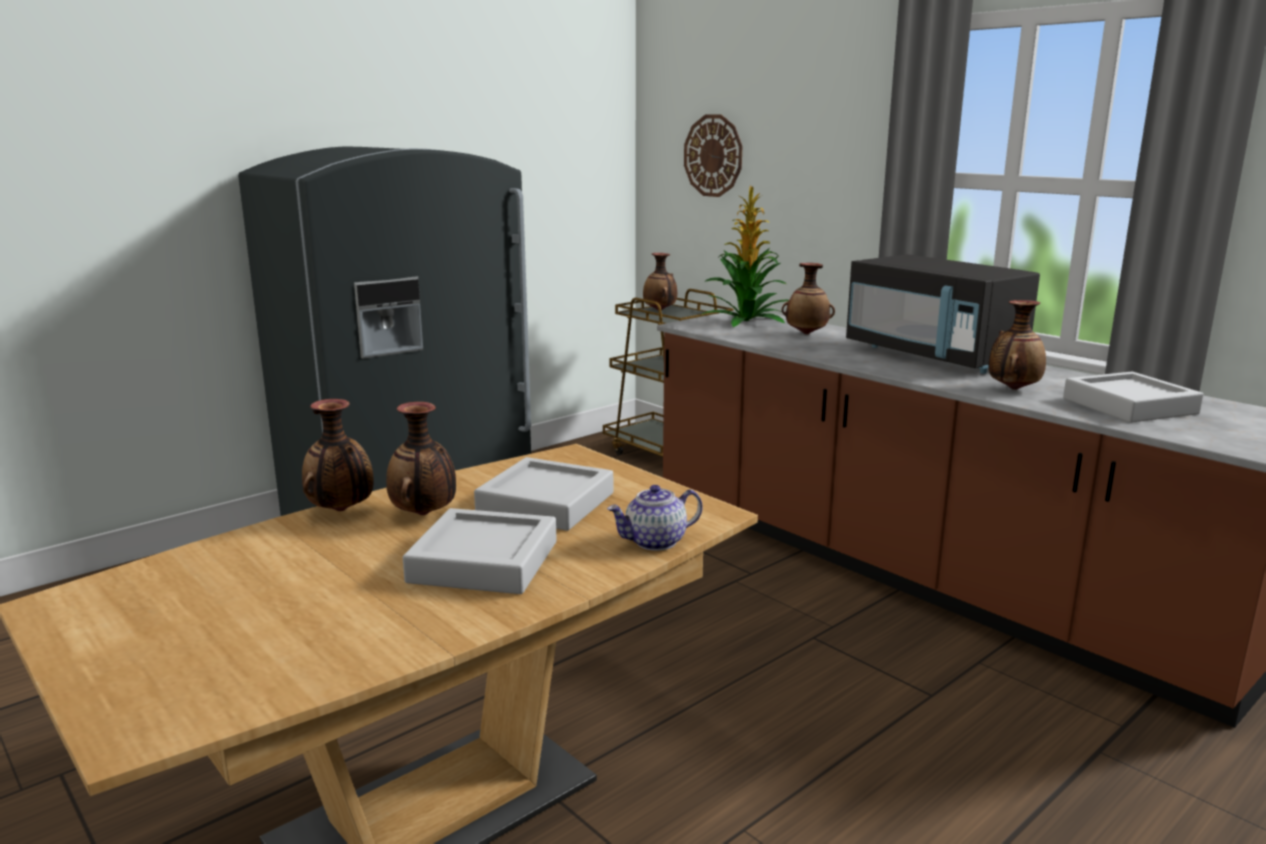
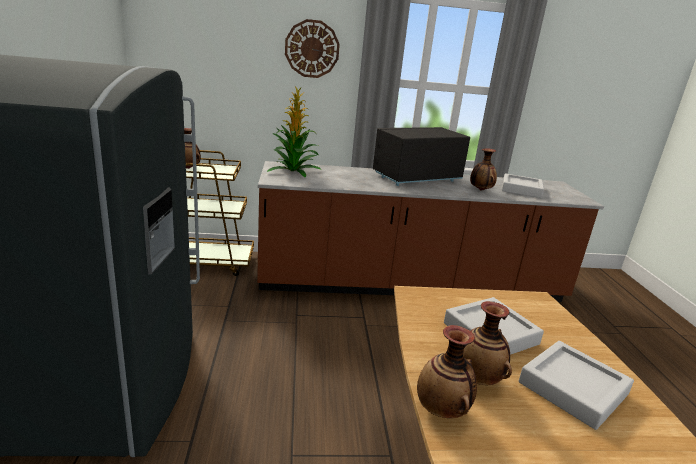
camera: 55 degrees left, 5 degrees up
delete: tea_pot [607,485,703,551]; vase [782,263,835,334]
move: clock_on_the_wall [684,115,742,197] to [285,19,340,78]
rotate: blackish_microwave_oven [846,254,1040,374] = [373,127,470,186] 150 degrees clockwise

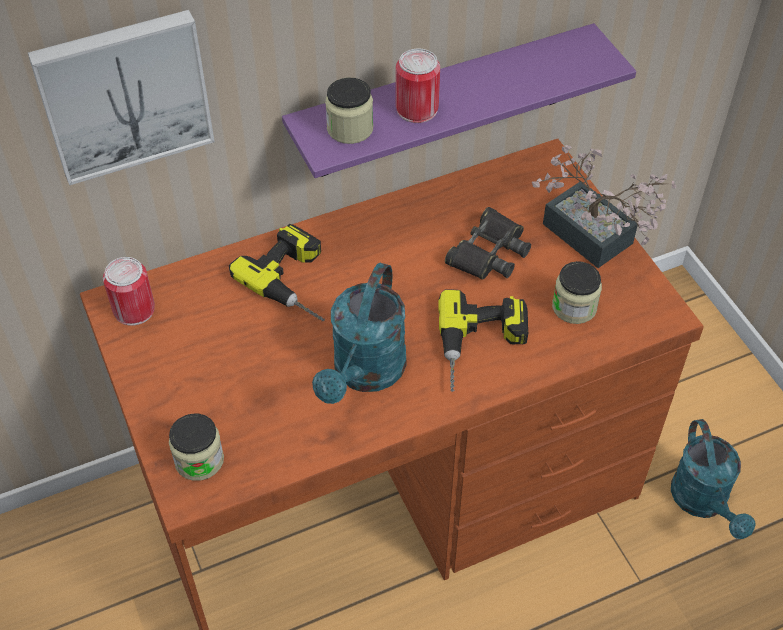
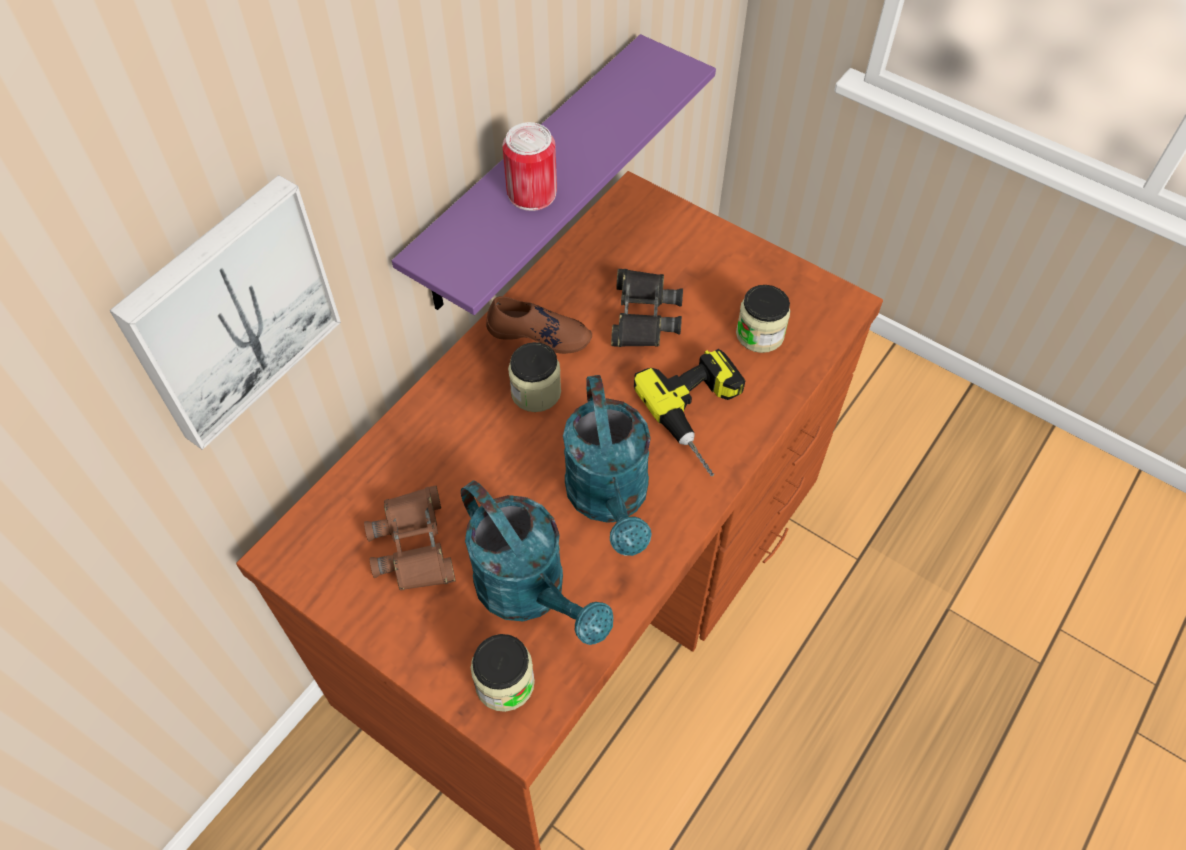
camera: 30 degrees left, 5 degrees up
delete: sealed_can [103,257,155,326]; power_drill [229,224,325,321]; houseplant [532,145,676,268]
insert: brown-coloured_field_glasses [364,485,456,591]; brown-coloured_item_of_footwear [486,296,592,354]
move: preserve_jar [325,78,373,144] to [508,342,561,412]; turquoise-coloured_watering_pot [671,419,756,539] to [461,480,613,645]

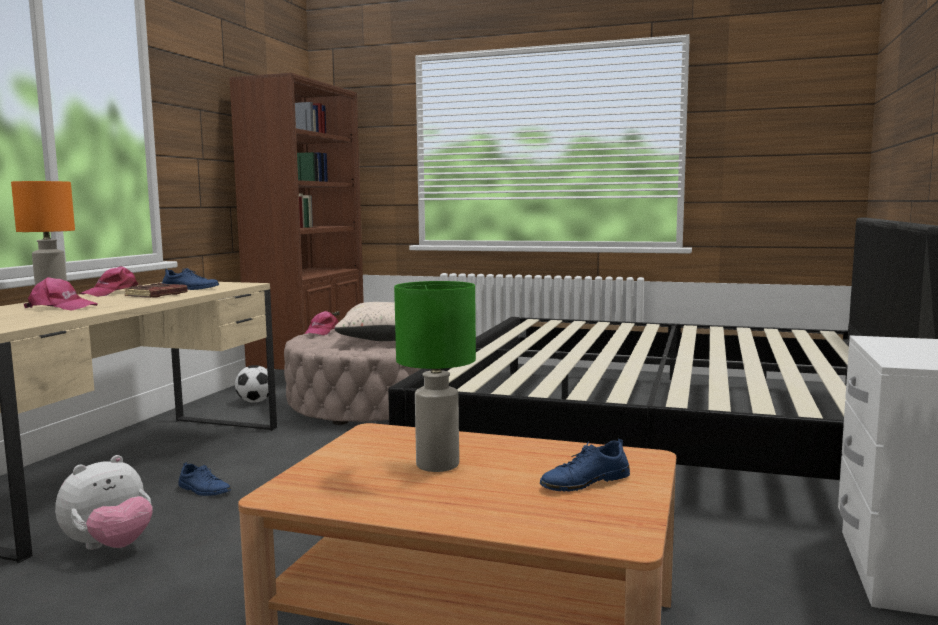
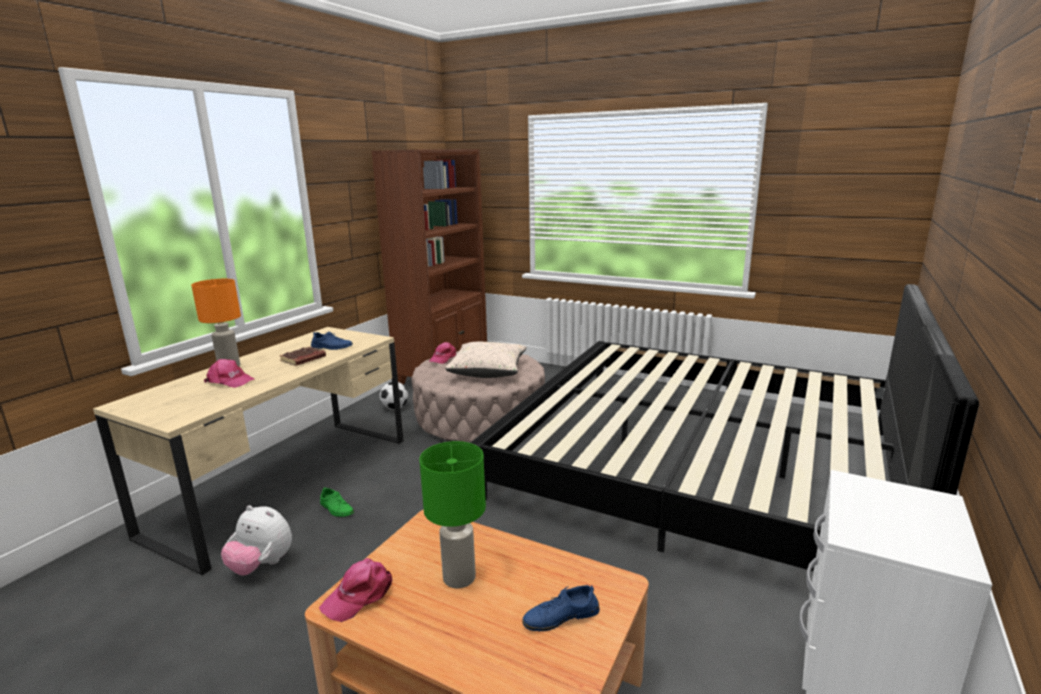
camera: 10 degrees right, 10 degrees up
move: pink-coloured_cap [80,266,138,297] to [319,558,393,622]
recolor: blue_item_of_footwear [178,462,231,496] to green-coloured_item_of_footwear [320,487,354,517]
rotate: soft_toy [55,455,153,550] = [221,505,292,575] 60 degrees clockwise

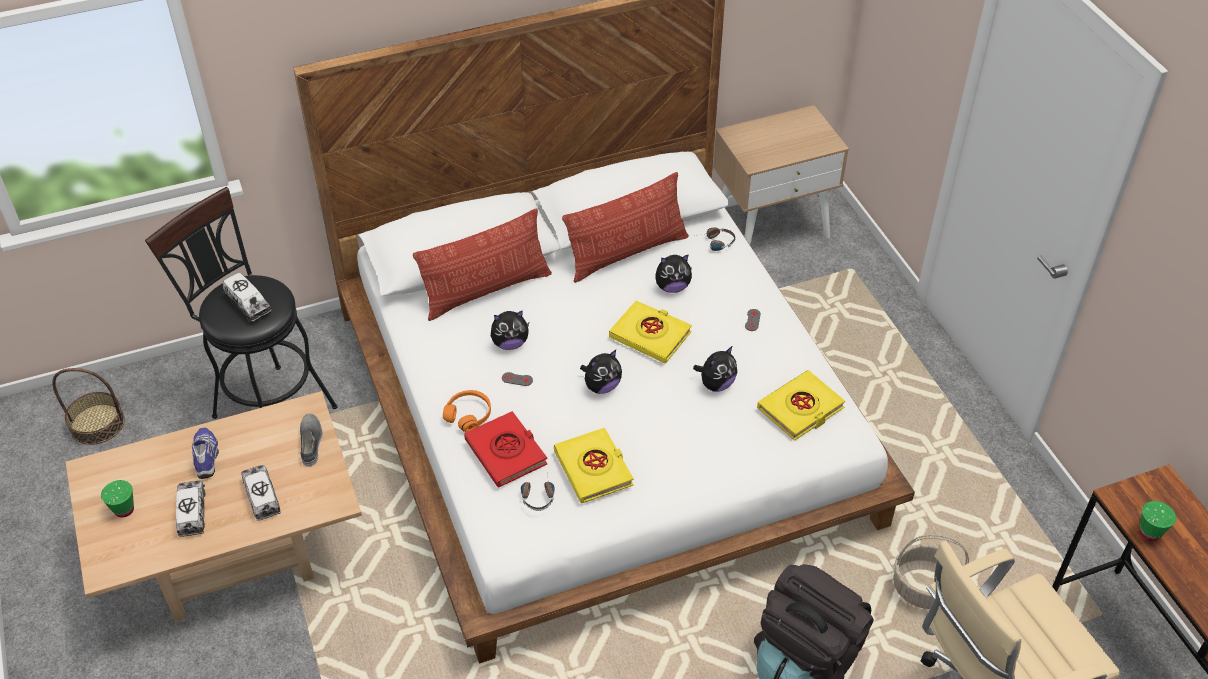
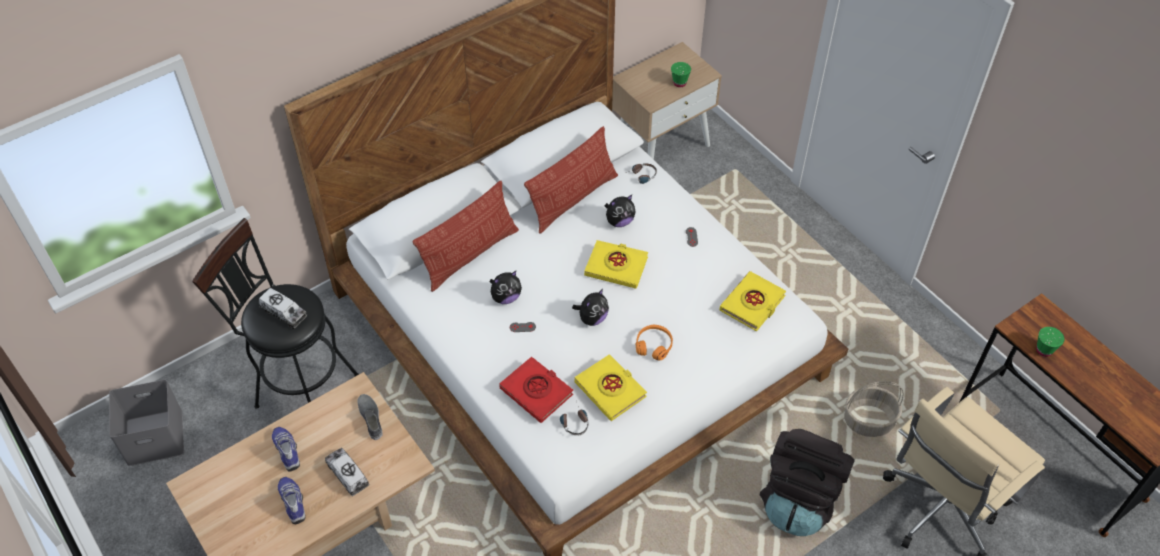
camera: 15 degrees left, 5 degrees up
delete: soft_toy [693,346,738,392]
move: green-coloured_small_cup [101,480,134,518] to [671,62,691,87]; orange_headset [443,390,491,432] to [636,325,673,361]
replace: basket [52,368,125,445] to grey_storage_bin [109,380,184,466]; model_truck [176,481,205,537] to item_of_footwear [278,477,306,524]

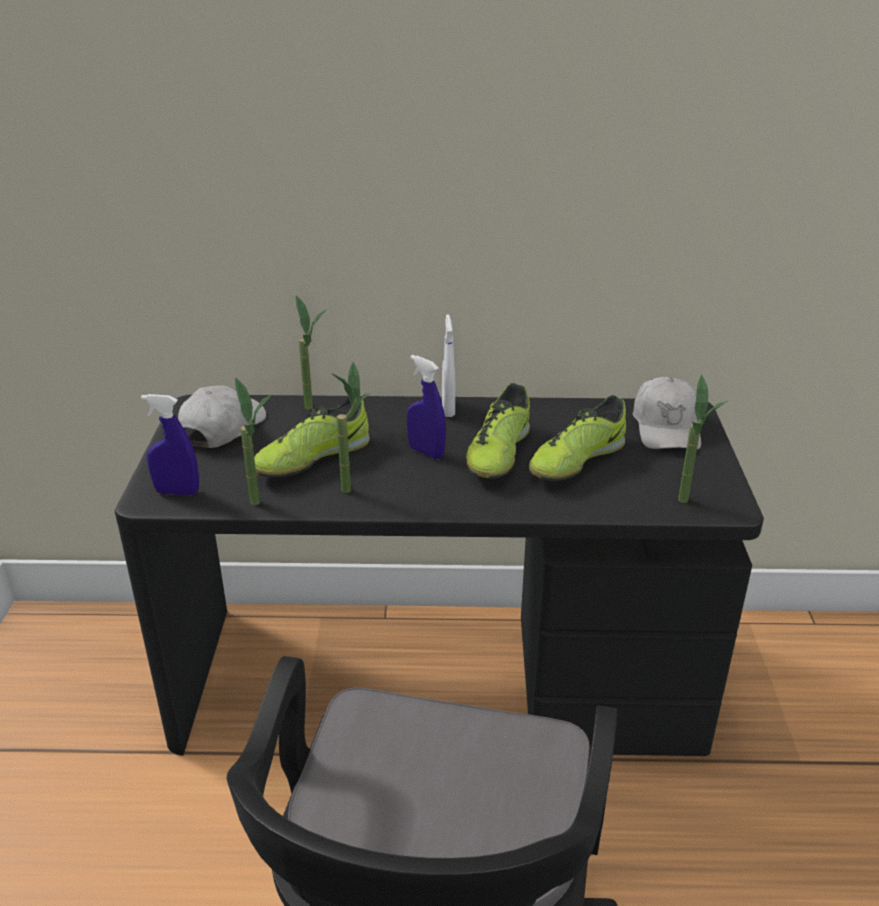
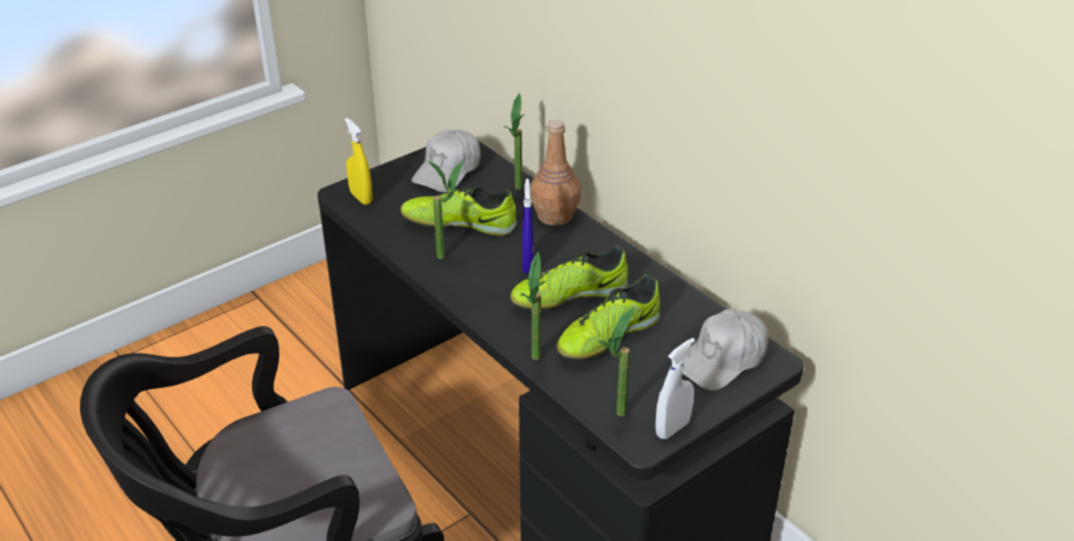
camera: 50 degrees right, 5 degrees up
insert: brown-coloured_drink_bottle [531,119,581,226]
move: houseplant [235,377,272,505] to [520,252,546,360]; white_spray_bottle [442,314,455,417] to [655,338,695,439]
recolor: blue_spray_bottle [141,394,199,495] to yellowish_spray_bottle [345,118,373,205]
rotate: white_cap [178,386,266,448] = [412,130,480,192] 135 degrees clockwise; item_of_footwear [529,395,626,481] = [557,274,660,360] 45 degrees counterclockwise

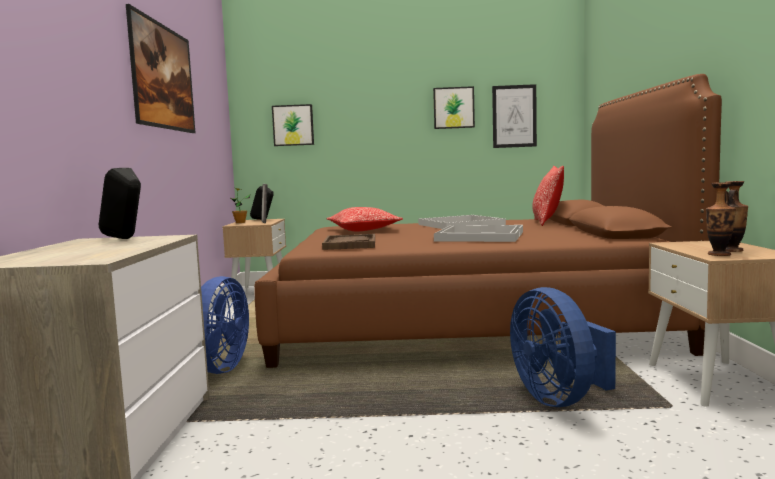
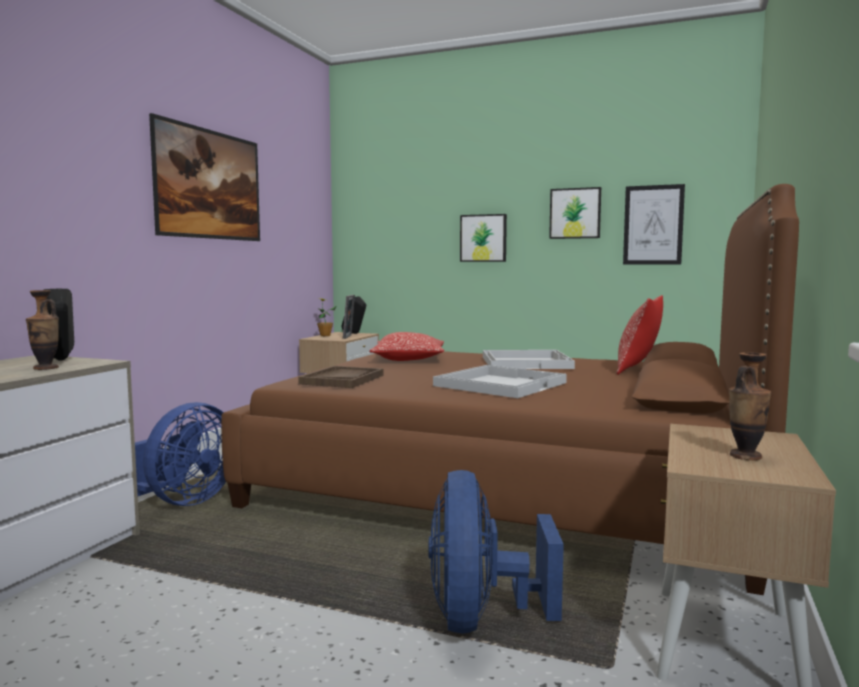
camera: 20 degrees right, 0 degrees up
move: wall_picture [272,104,314,146] to [460,214,507,262]; vase [706,183,736,256] to [26,290,59,370]

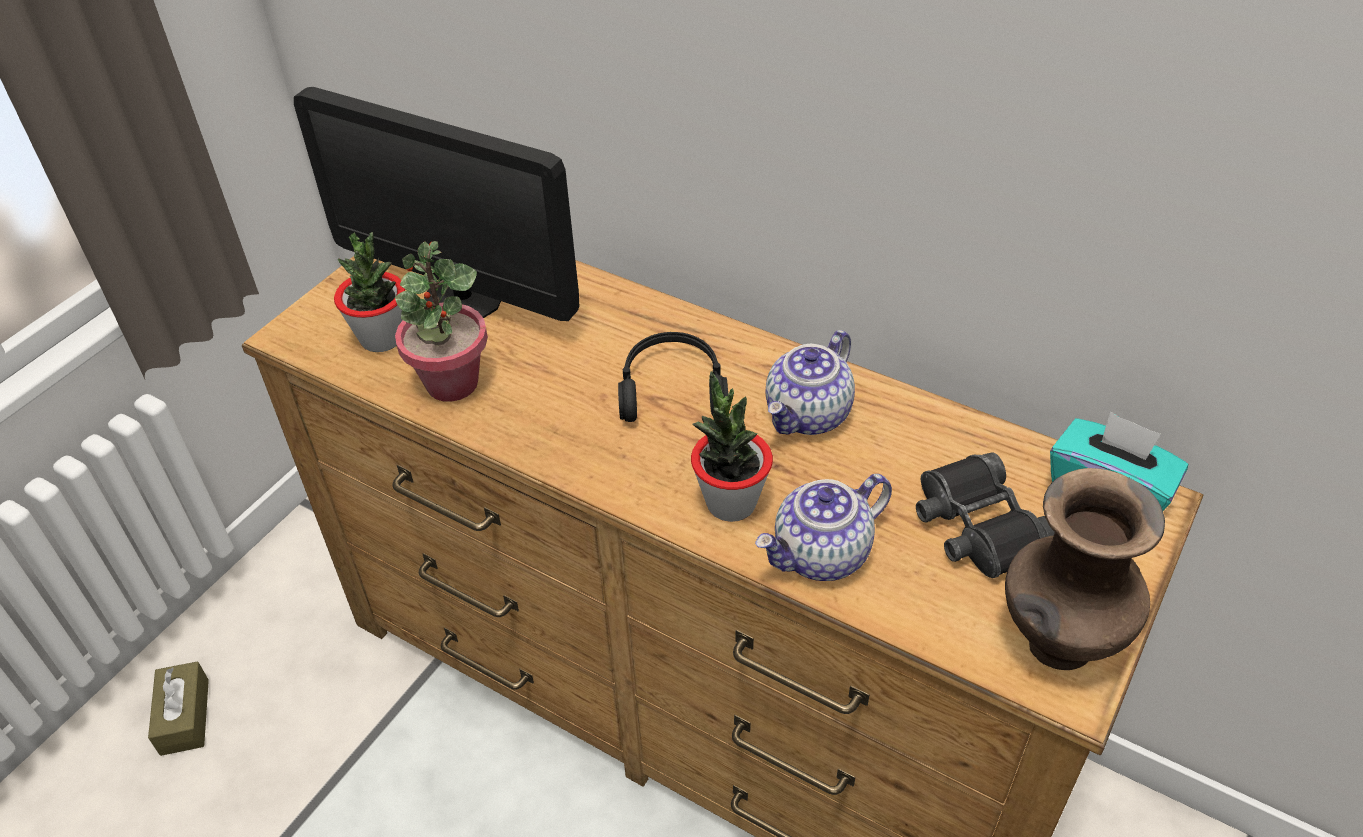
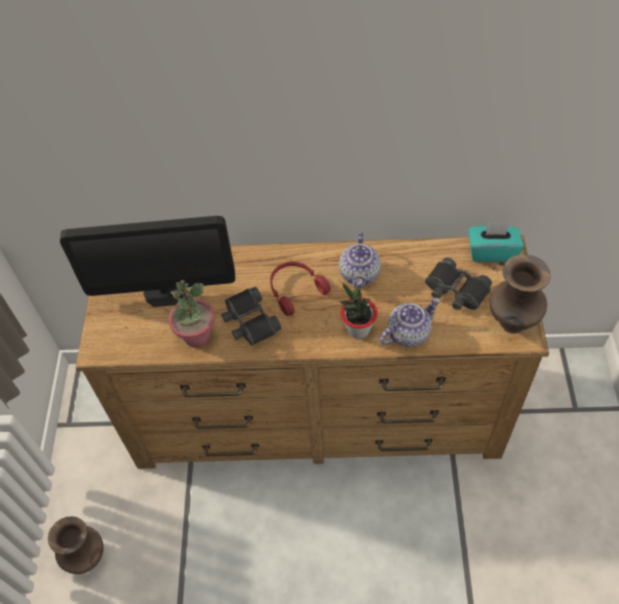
camera: 30 degrees left, 10 degrees up
delete: houseplant [334,232,405,352]
insert: blackish_field_glasses [221,287,281,346]
replace: brown-coloured_tissue_holder [148,661,209,756] to brown-coloured_vase [48,516,103,574]
recolor: blackish_headset [618,332,728,422] to red_headset [270,262,331,316]
rotate: tea_pot [755,474,892,581] = [380,298,440,347] 150 degrees counterclockwise

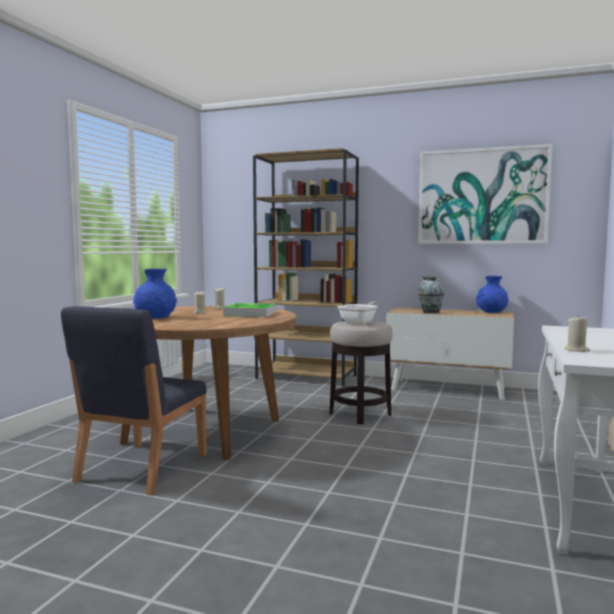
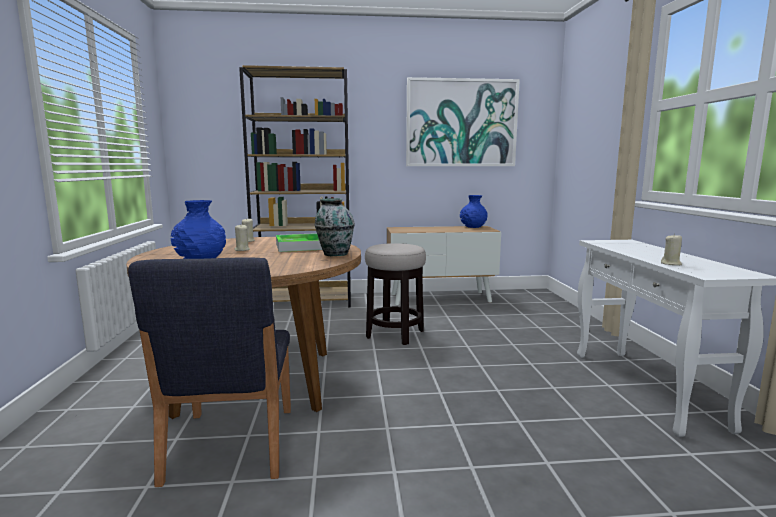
camera: 25 degrees left, 5 degrees up
delete: pan [338,302,379,324]
move: vase [418,276,444,313] to [315,198,355,256]

